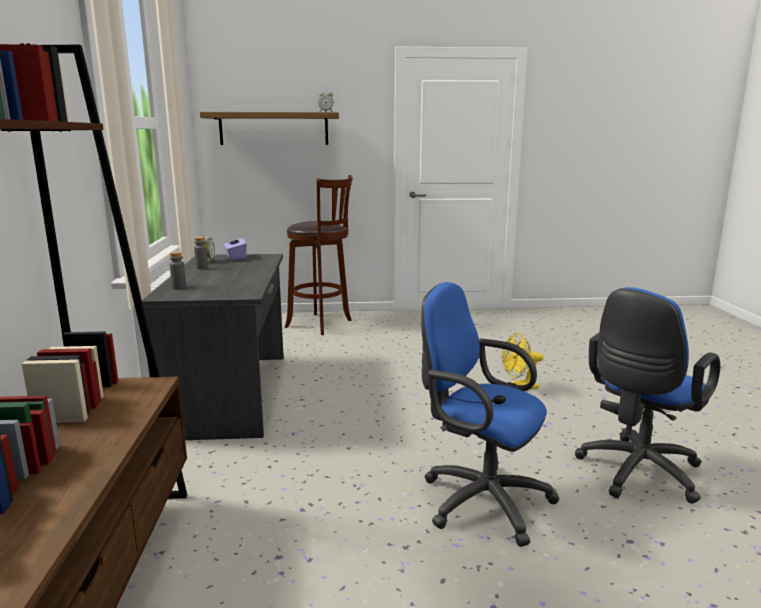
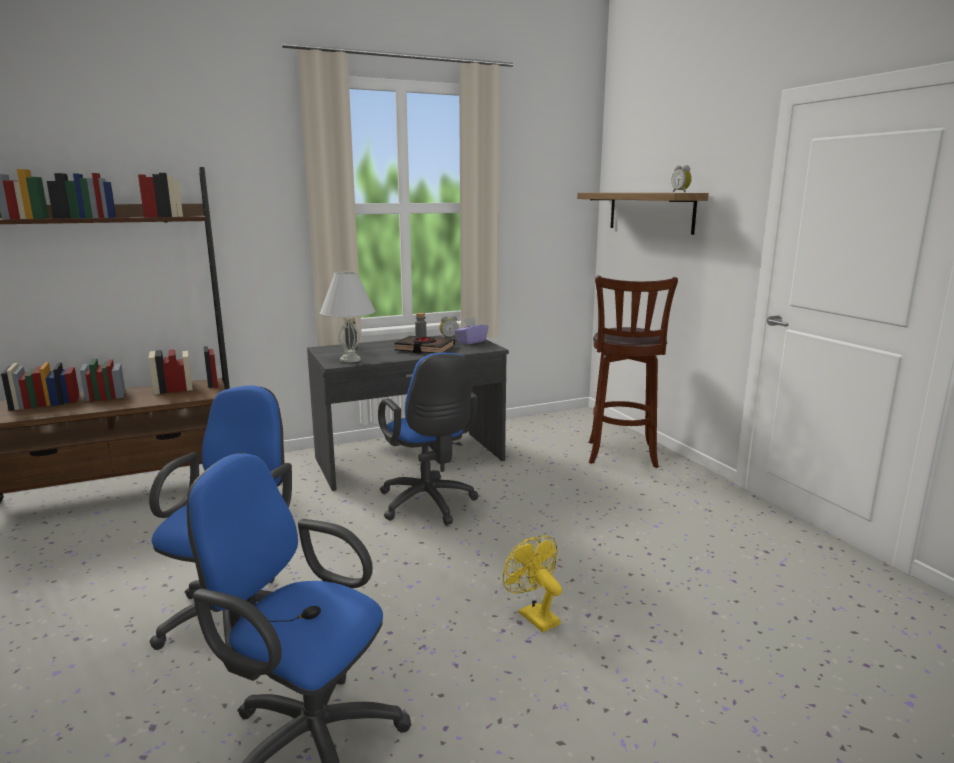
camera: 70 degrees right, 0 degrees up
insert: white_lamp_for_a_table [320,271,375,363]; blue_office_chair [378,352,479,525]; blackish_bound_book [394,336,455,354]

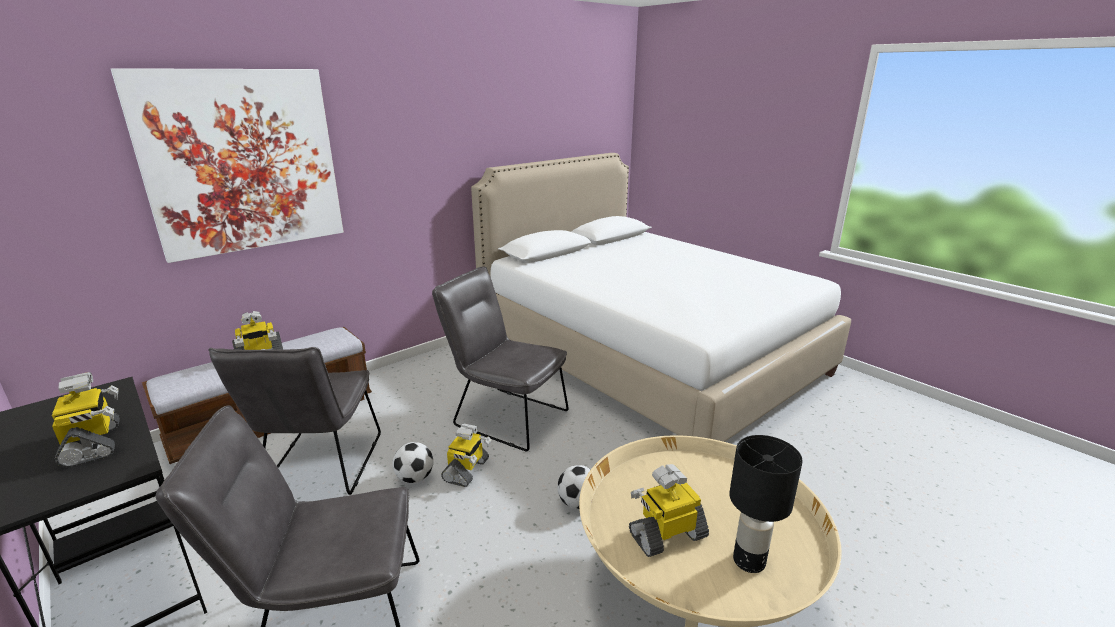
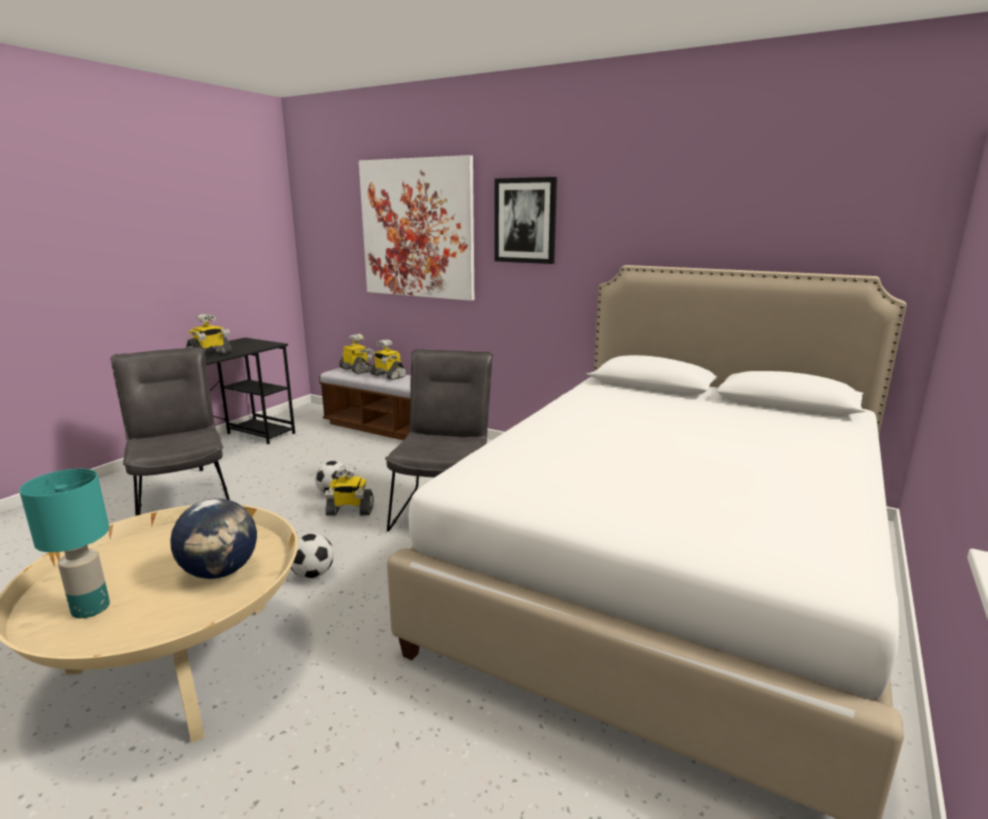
camera: 70 degrees right, 5 degrees down
delete: grey_chair [208,347,381,495]
insert: desk_globe [171,498,257,579]; wall_picture [494,177,557,264]
move: toy_robot [629,464,709,557] to [339,334,374,374]
recolor: blackish_lamp_for_a_table [729,435,803,573] to turquoise-coloured_lamp_for_a_table [19,469,110,618]

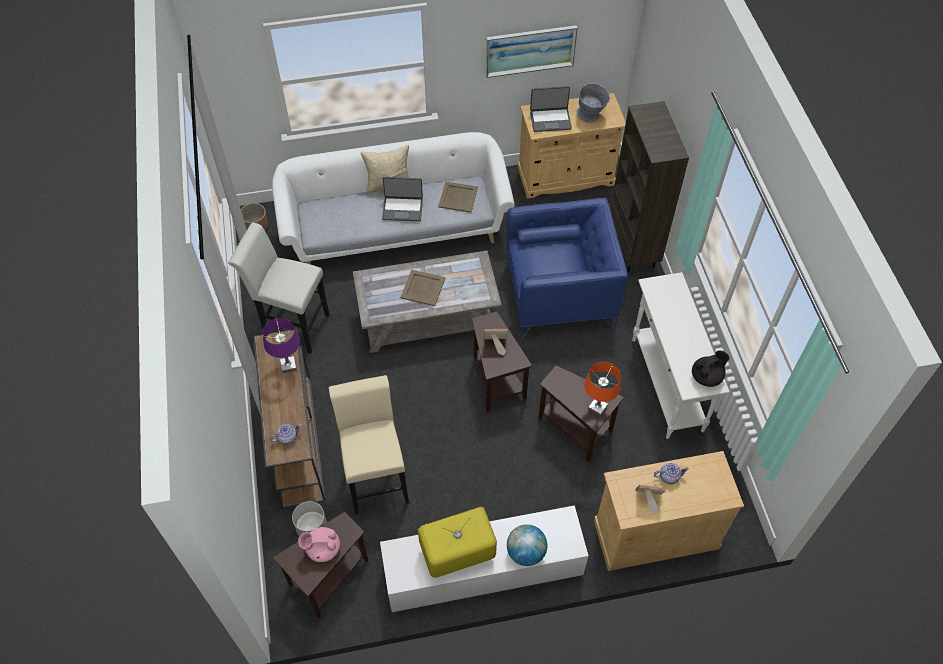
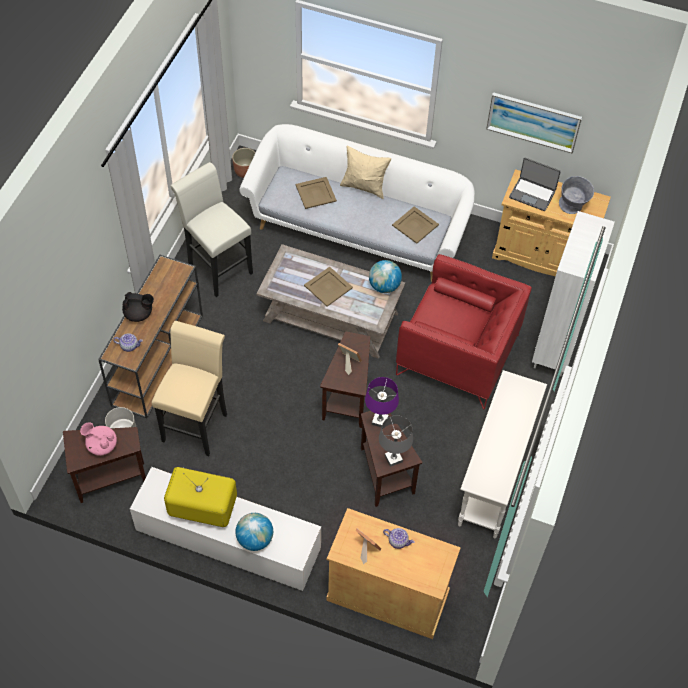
camera: 30 degrees right, 0 degrees up
delete: laptop [382,177,423,221]
insert: beige-coloured_tray [296,177,337,209]; desk_globe [369,260,402,293]
move: purple-coloured_lamp_for_a_table [263,318,300,373] to [365,377,399,428]; blackish_tea_pot [692,350,730,387] to [122,292,154,322]
recolor: blue_lounge_chair [506,198,628,338] to red_lounge_chair [396,254,532,409]; orange_lamp_for_a_table [584,362,621,416] to grey_lamp_for_a_table [379,415,413,467]; brown-coloured_bookshelf [610,101,689,272] to white_bookshelf [532,211,614,376]

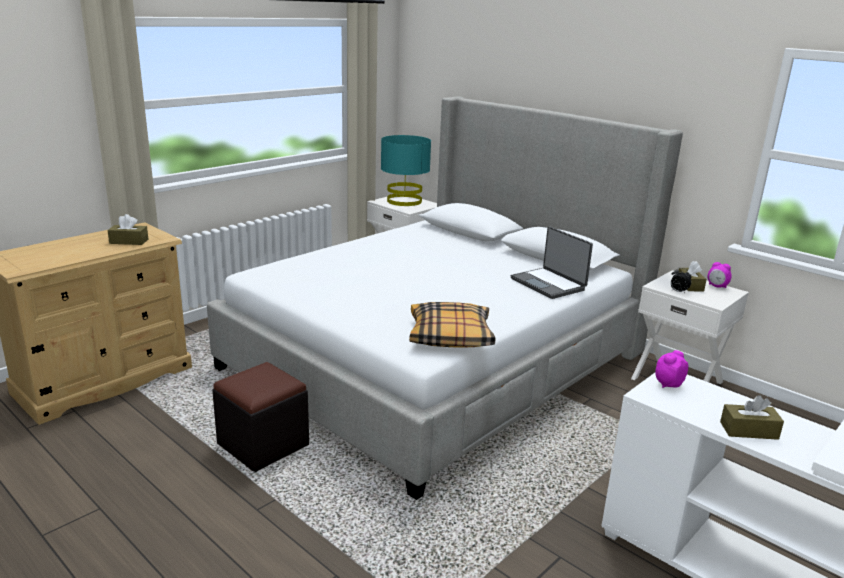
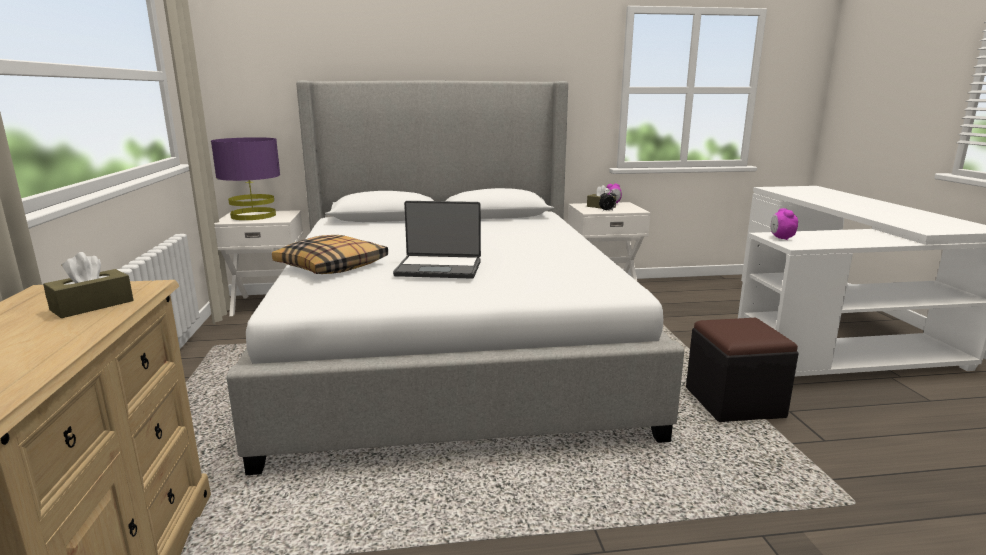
camera: 50 degrees left, 5 degrees down
delete: brown-coloured_tissue_holder [720,395,784,440]
move: blackish_footrest [212,362,309,472] to [686,318,799,422]; pillow [409,302,495,347] to [272,235,388,274]; laptop [511,227,593,299] to [393,201,481,279]
recolor: turquoise-coloured_lamp_for_a_table [381,135,431,206] to purple-coloured_lamp_for_a_table [211,137,280,220]

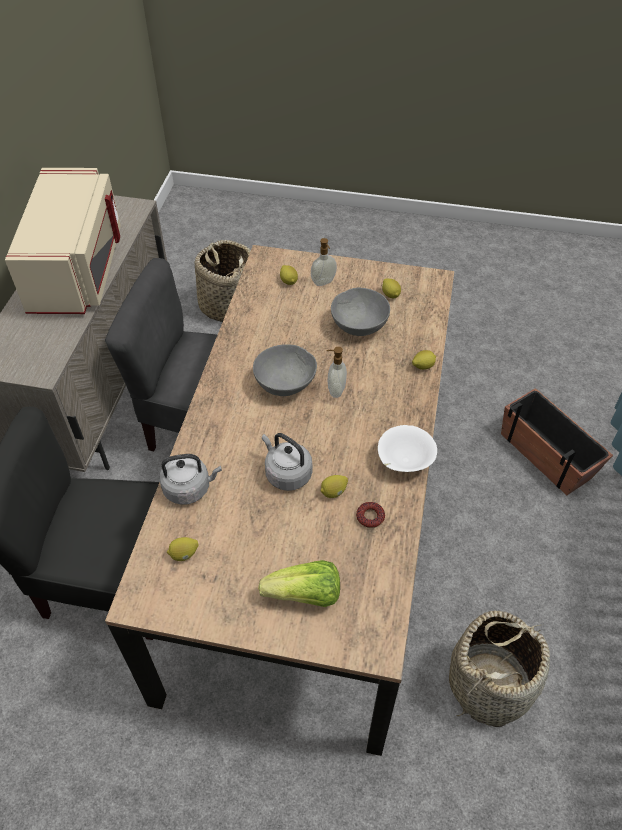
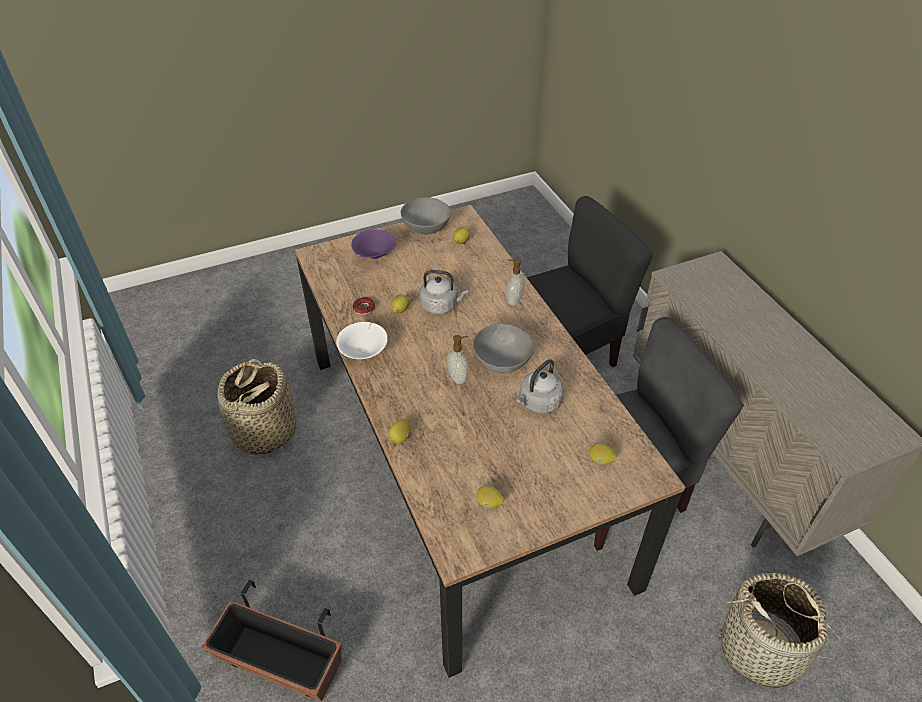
camera: 145 degrees right, 5 degrees down
delete: beige-coloured_microwave_oven [5,168,121,314]
move: grey_tea_kettle [159,454,222,505] to [516,359,564,414]; soap_dispenser [311,238,337,286] to [506,258,525,306]; grey_deep_dish [331,288,390,336] to [401,197,451,234]
replace: head_of_lettuce [258,560,340,607] to purple-coloured_deep_dish [351,229,396,259]

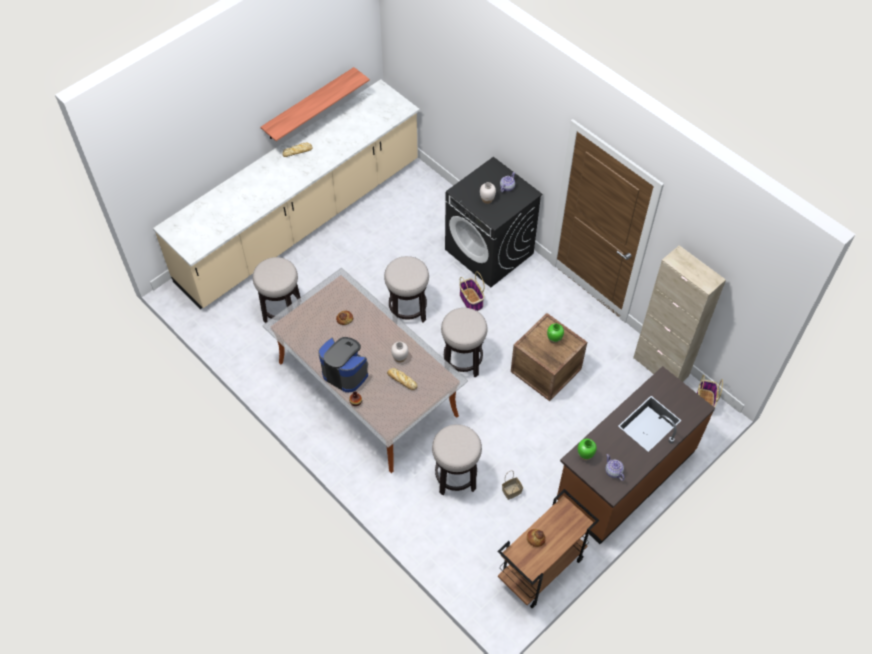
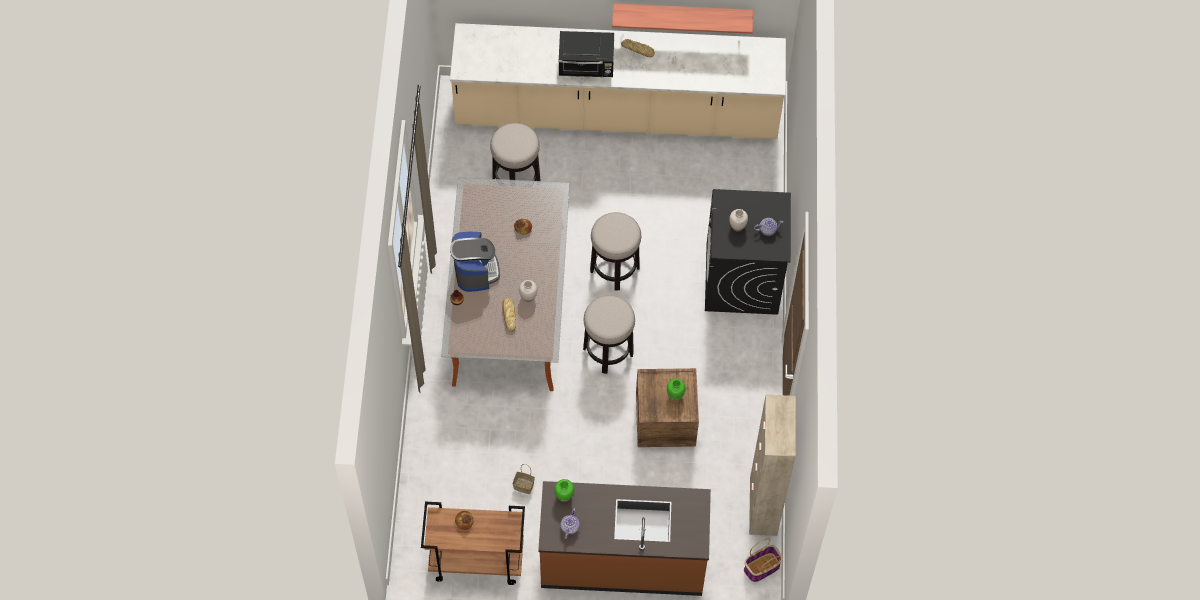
camera: 45 degrees right, 5 degrees up
delete: stool [432,424,482,495]; basket [459,271,485,311]
insert: blackish_microwave_oven [559,31,614,77]

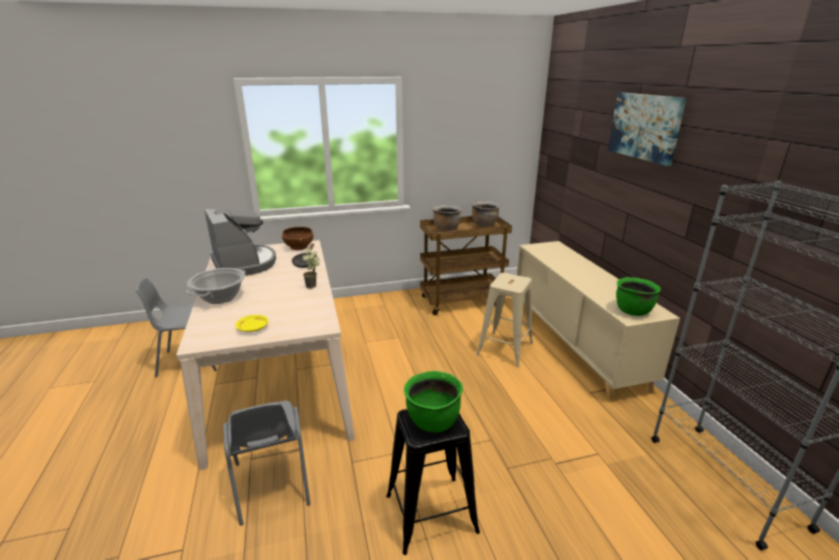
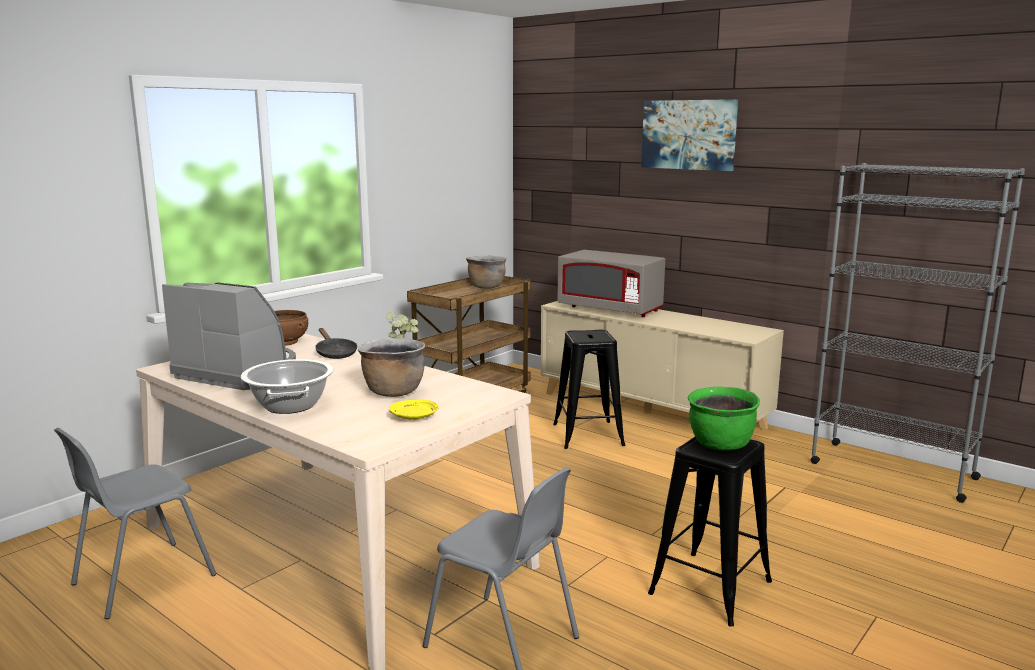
camera: 35 degrees left, 10 degrees down
delete: green-coloured_stockpot [616,277,661,316]
insert: grey_microwave_oven [557,250,665,317]
move: brown-coloured_stockpot [432,205,462,231] to [358,338,425,397]
recolor: beige-coloured_stool [476,273,533,367] to blackish_stool [553,330,625,449]

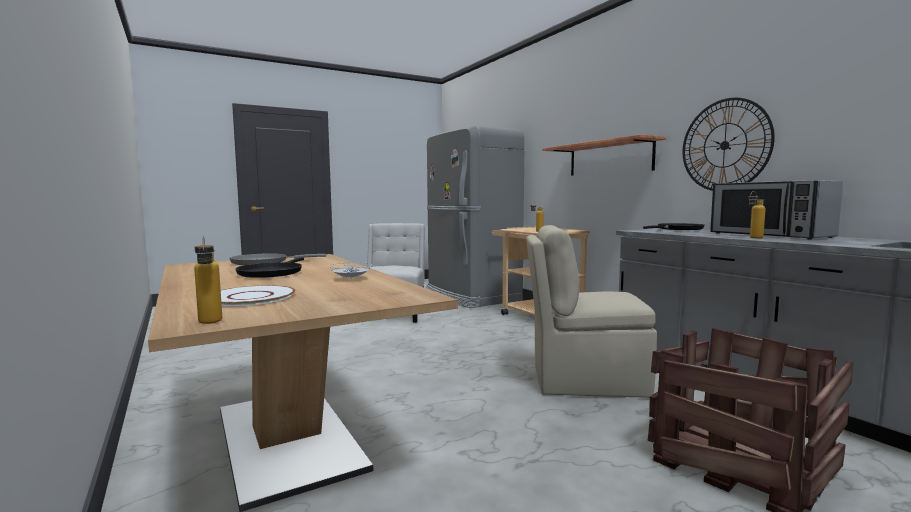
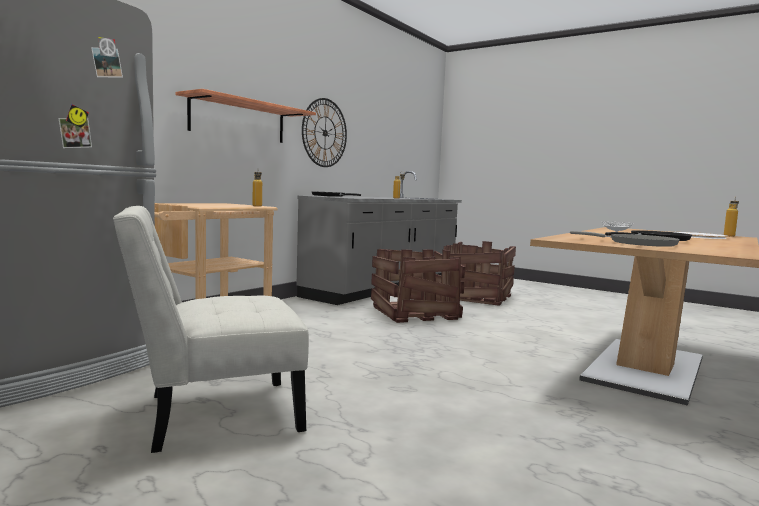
camera: 115 degrees left, 0 degrees up
delete: microwave_oven [710,180,843,239]
replace: beige-coloured_chair [526,225,657,398] to shipping_crate [371,249,466,323]

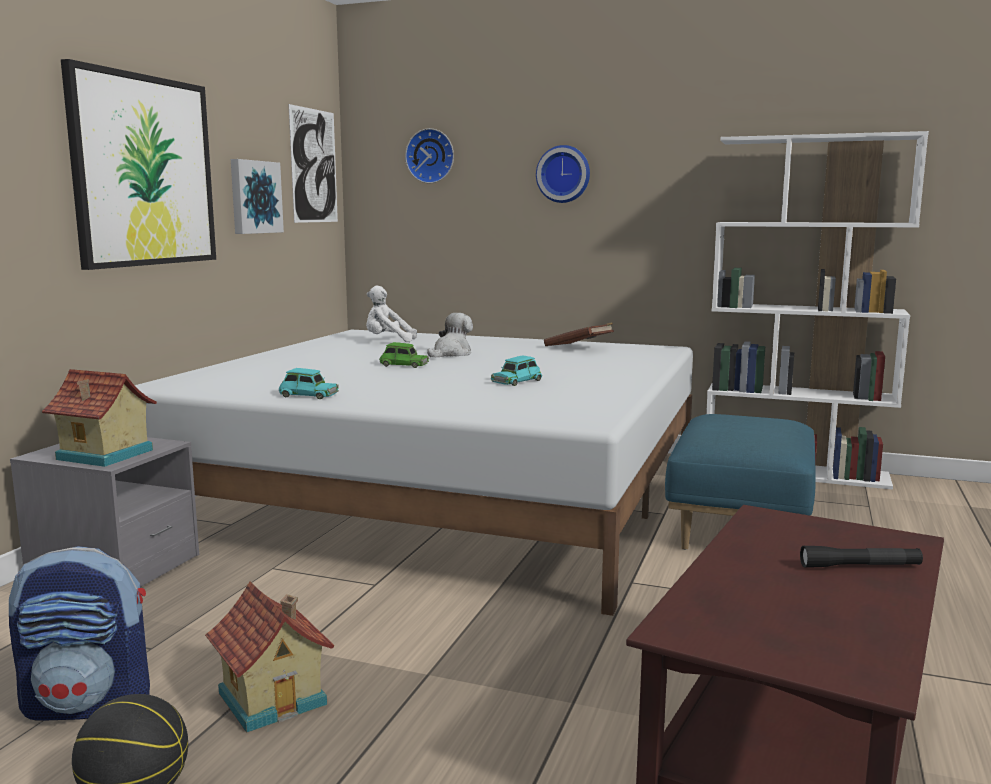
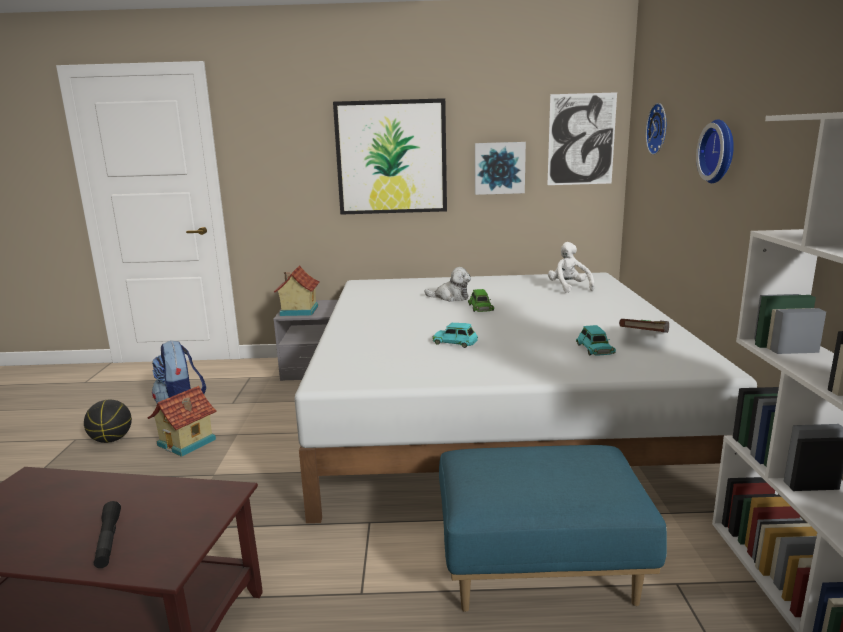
camera: 70 degrees right, 5 degrees up
move: turquoise-coloured_miniature_car [279,368,339,399] to [576,325,616,355]; soft_toy [427,313,473,357] to [424,267,471,302]

